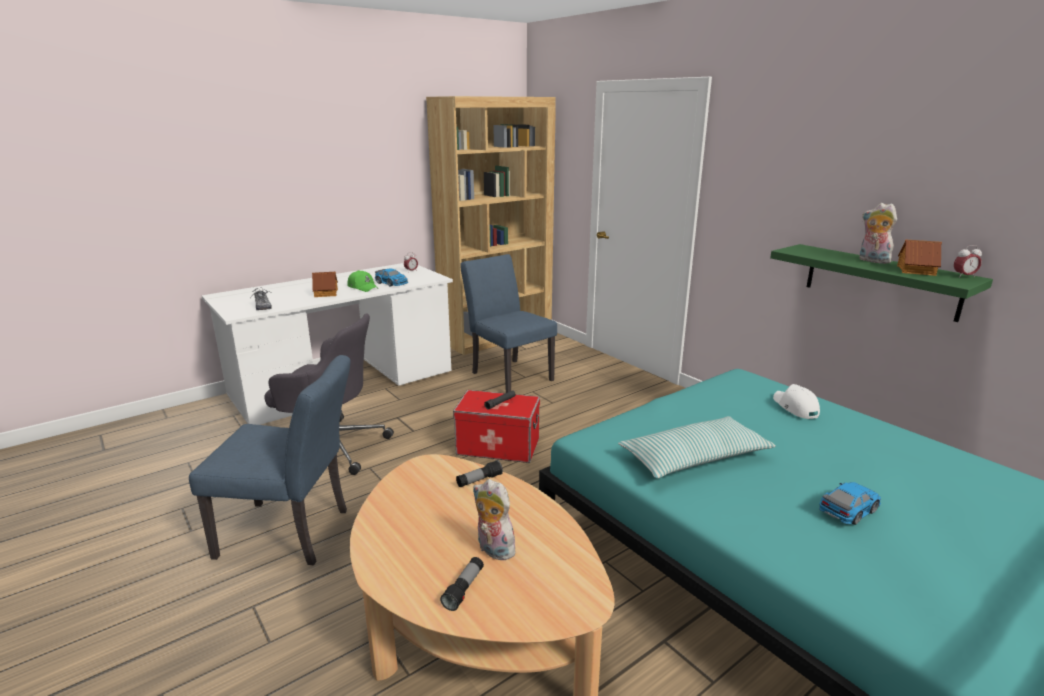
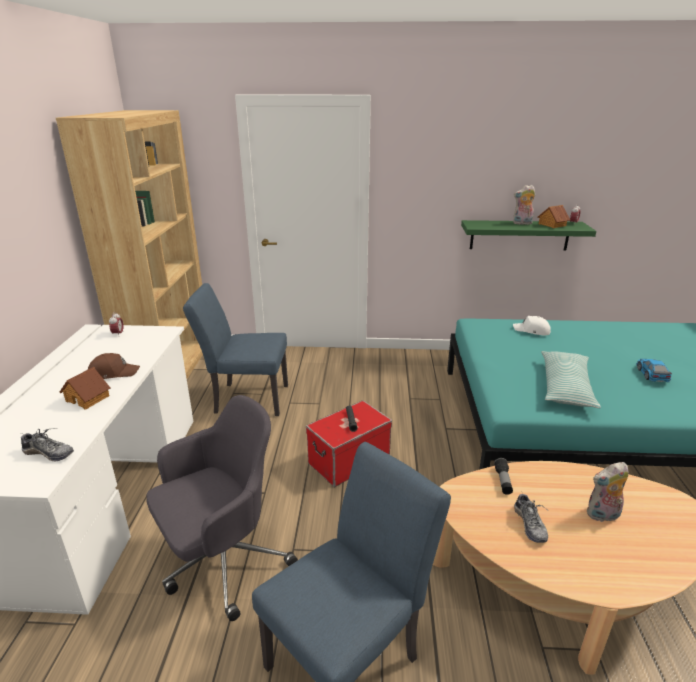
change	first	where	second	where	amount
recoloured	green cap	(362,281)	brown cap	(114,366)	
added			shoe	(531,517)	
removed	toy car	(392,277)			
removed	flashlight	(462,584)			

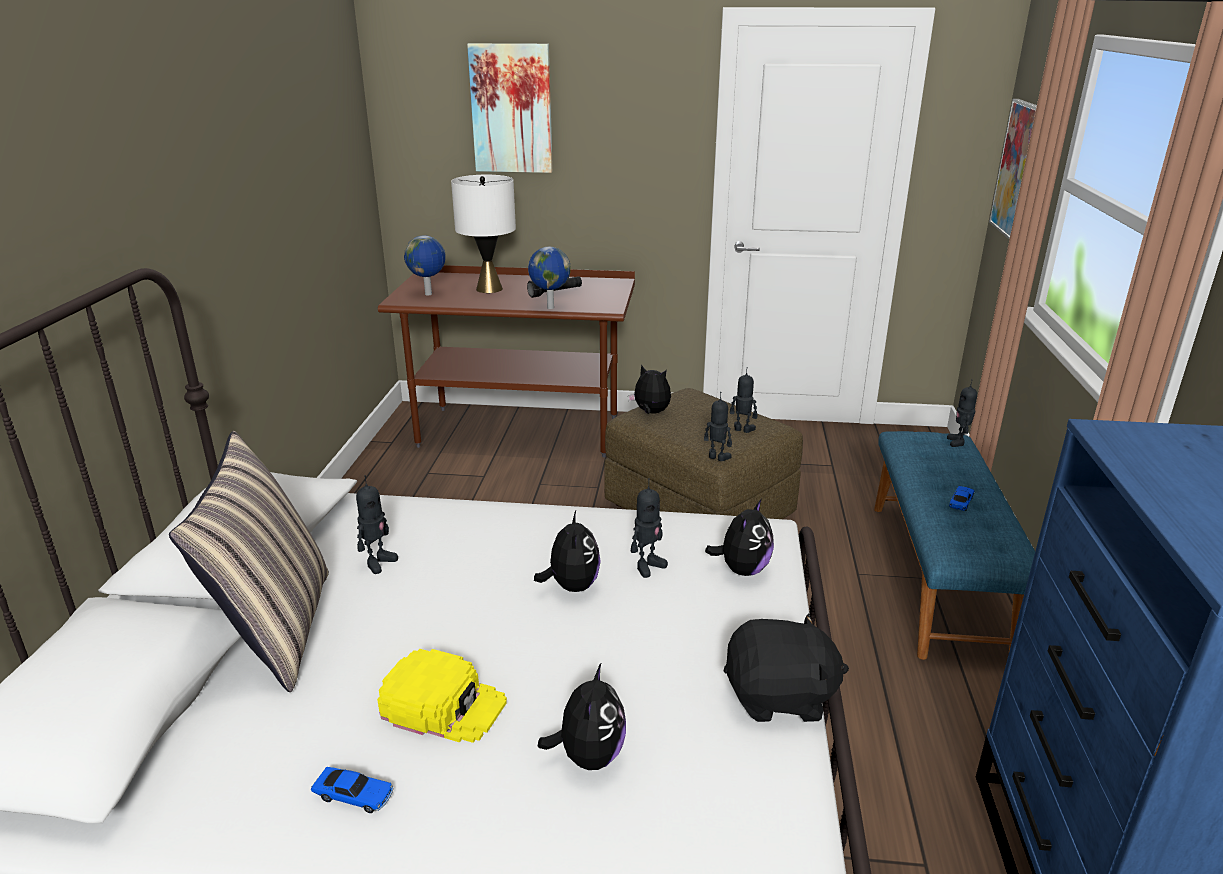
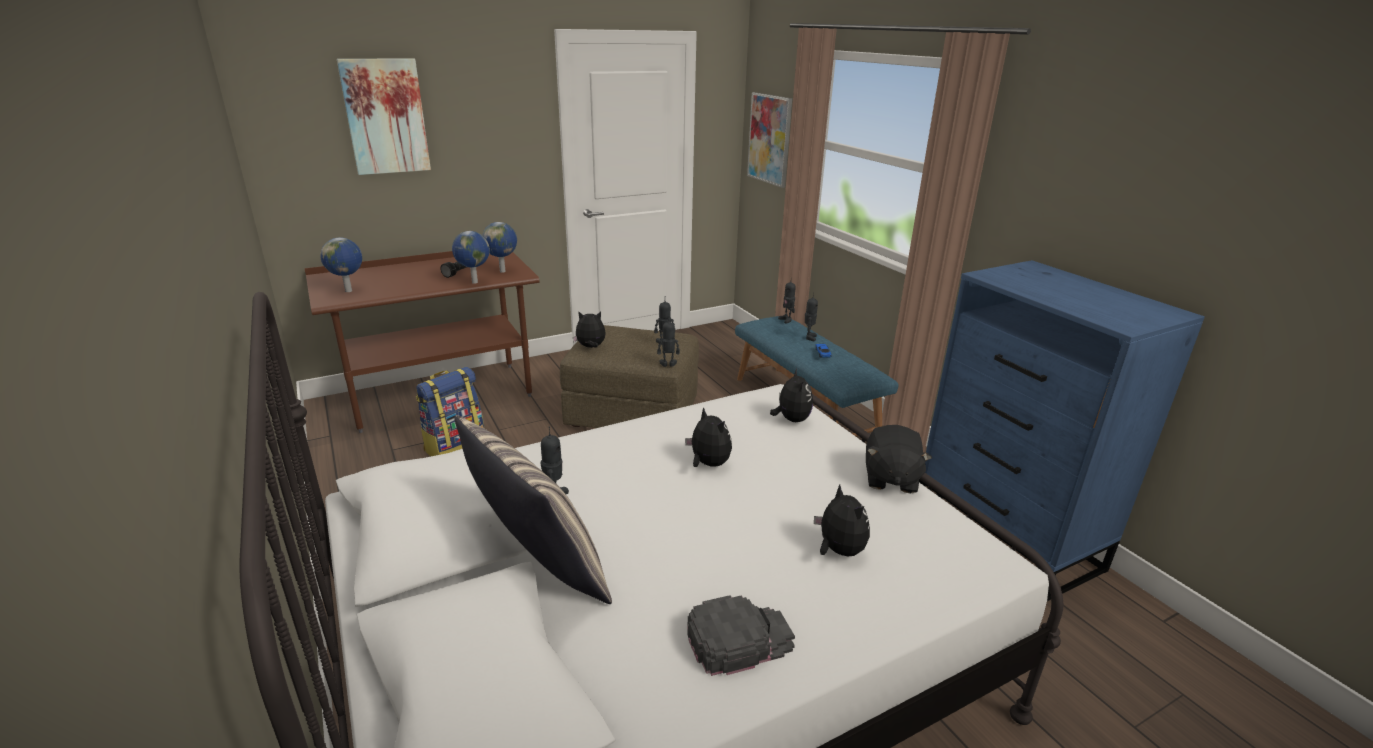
change	first	where	second	where	amount
added			backpack	(450,411)	
added			globe	(499,247)	
replaced	toy car	(352,790)	black cap	(741,635)	
moved	toy robot	(649,528)		(811,316)	
turned	black plush toy	(786,668)		(899,459)	135 degrees clockwise
removed	yellow cap	(442,696)			
removed	white table lamp	(483,234)			

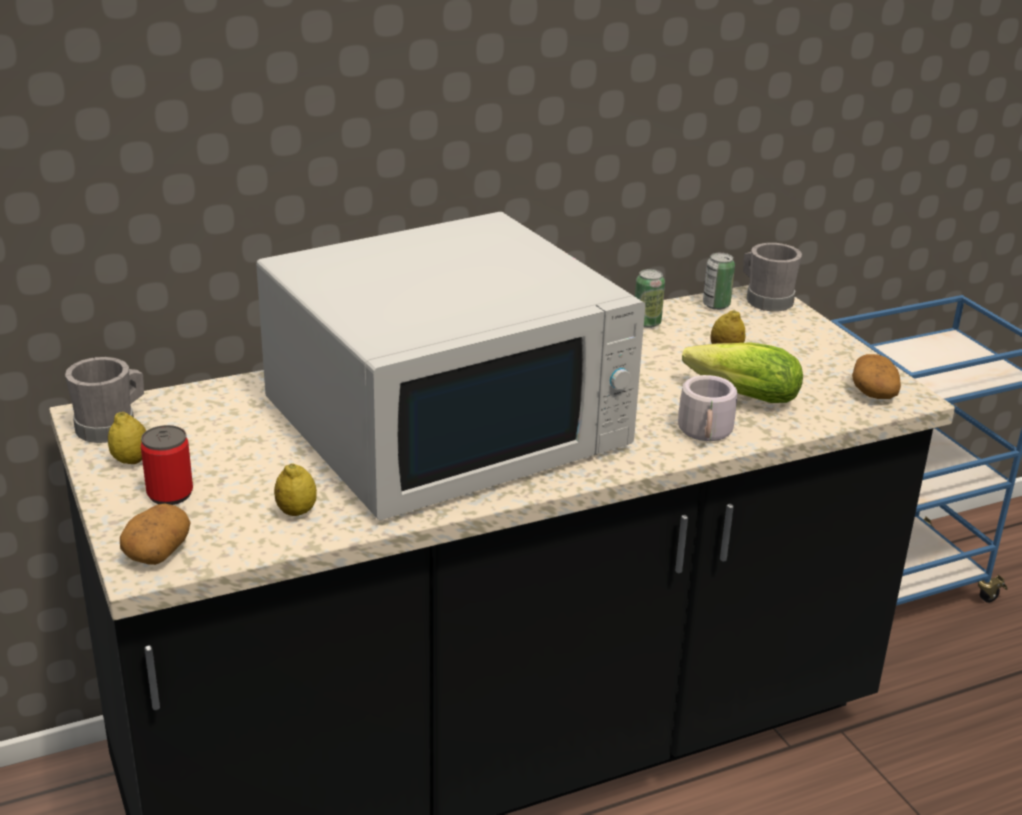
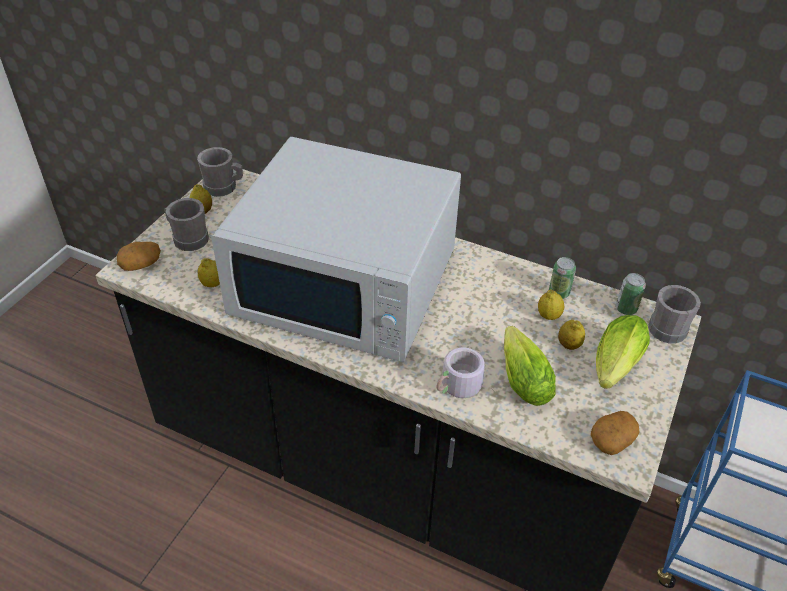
change	first	where	second	where	amount
replaced	can	(167,465)	grey mug	(186,224)	
added			lemon	(551,304)	
added			lettuce	(623,352)	

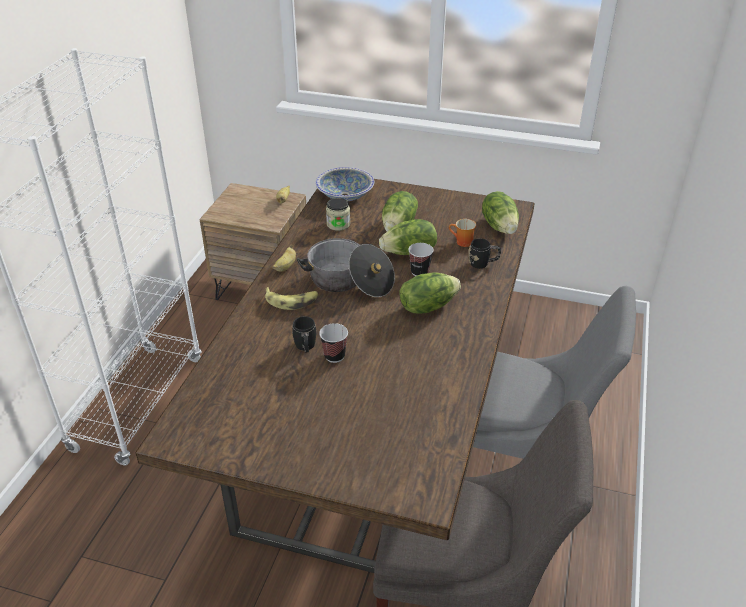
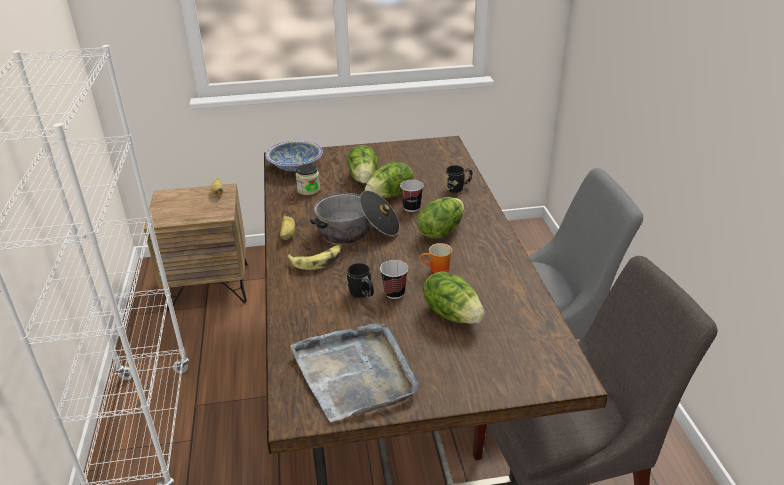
change	first	where	second	where	amount
added			grey tray	(354,373)	
moved	mug	(462,233)		(436,258)	
moved	lettuce	(500,212)		(454,297)	

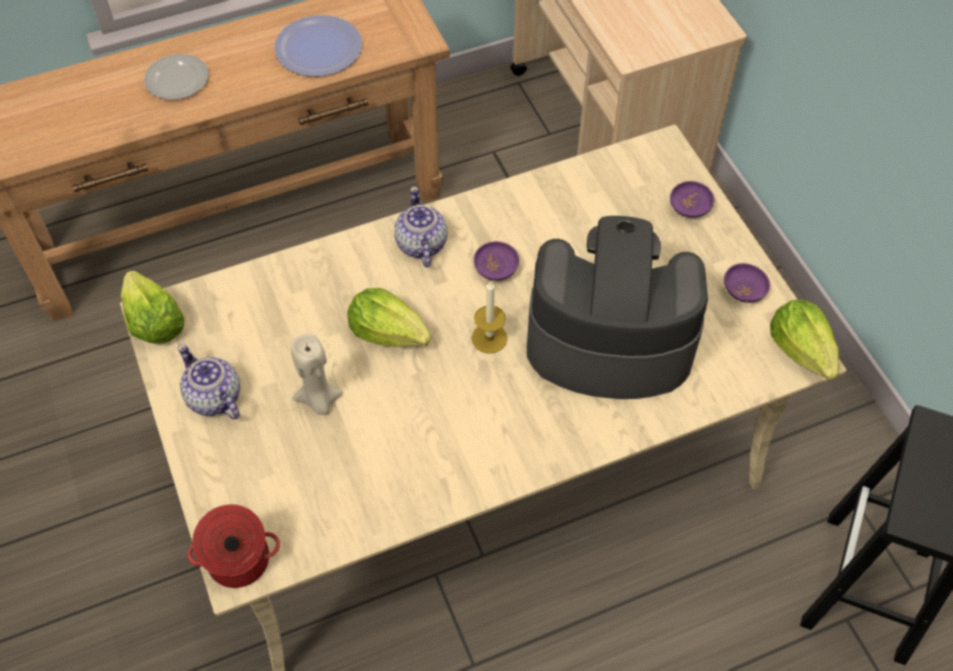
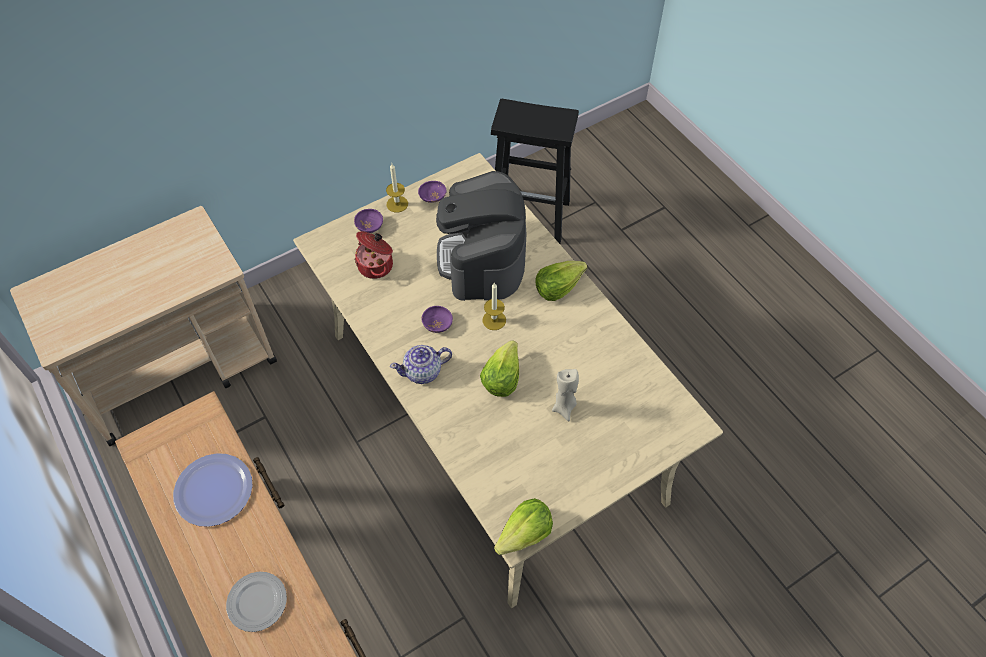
change	first	where	second	where	amount
moved	cooking pot	(234,546)		(373,255)	
added			candle	(397,188)	
moved	lettuce	(804,340)		(562,281)	
removed	teapot	(209,381)			

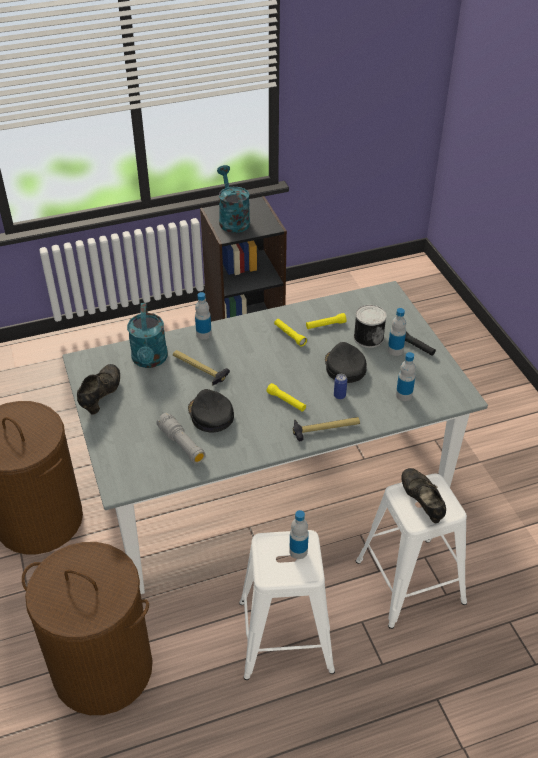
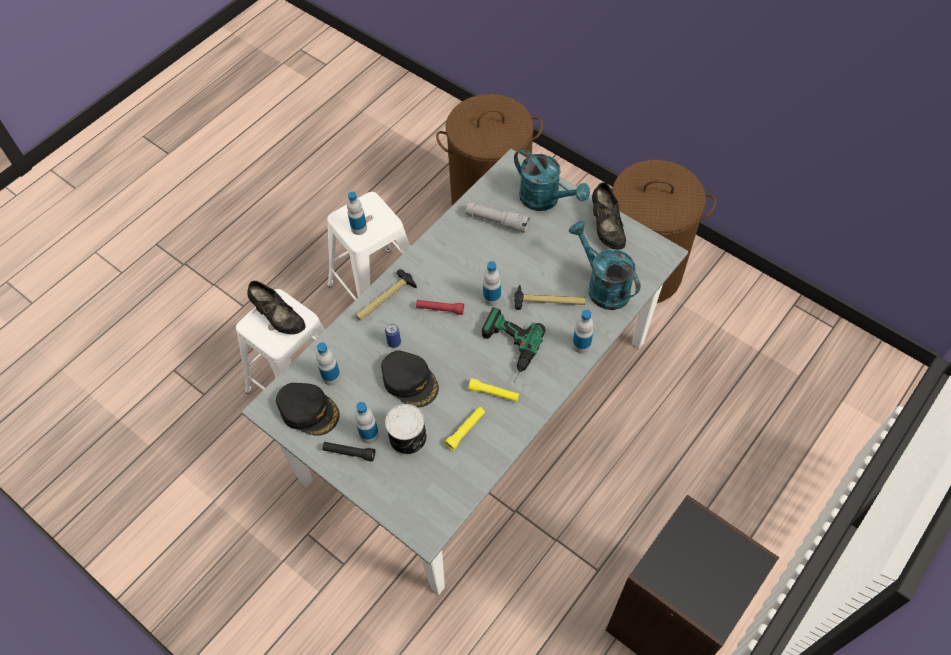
change	first	where	second	where	amount
moved	black cap	(211,410)		(308,409)	
recoloured	yellow flashlight	(286,397)	red flashlight	(440,307)	
added			power drill	(514,344)	
added			bottle	(492,283)	
moved	turquoise watering can	(233,199)		(552,179)	

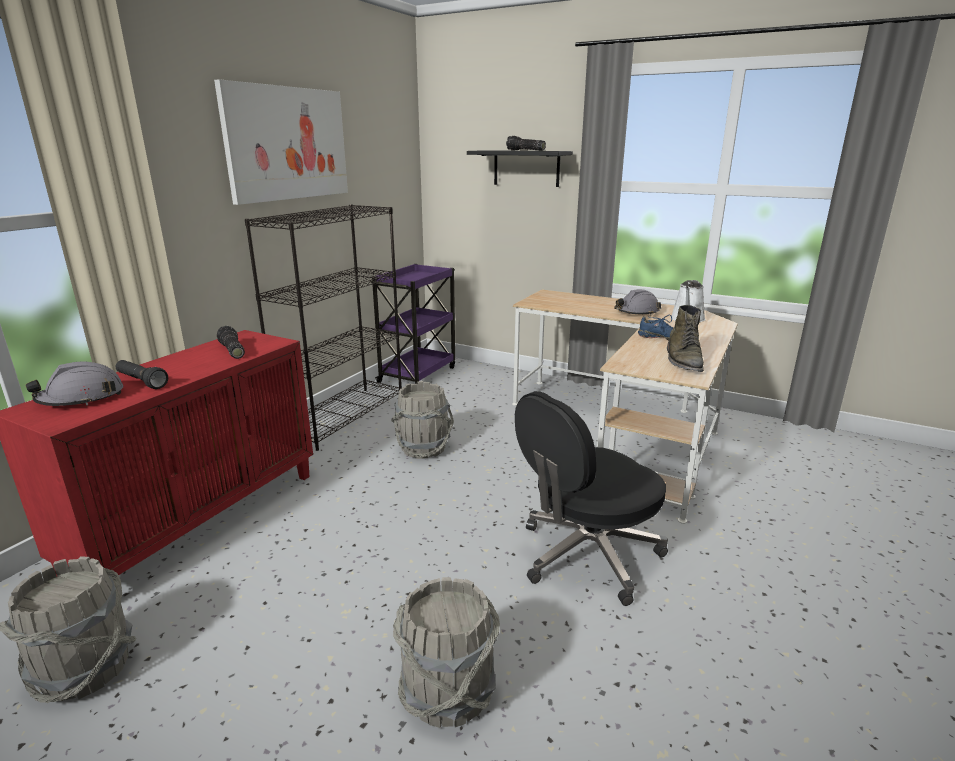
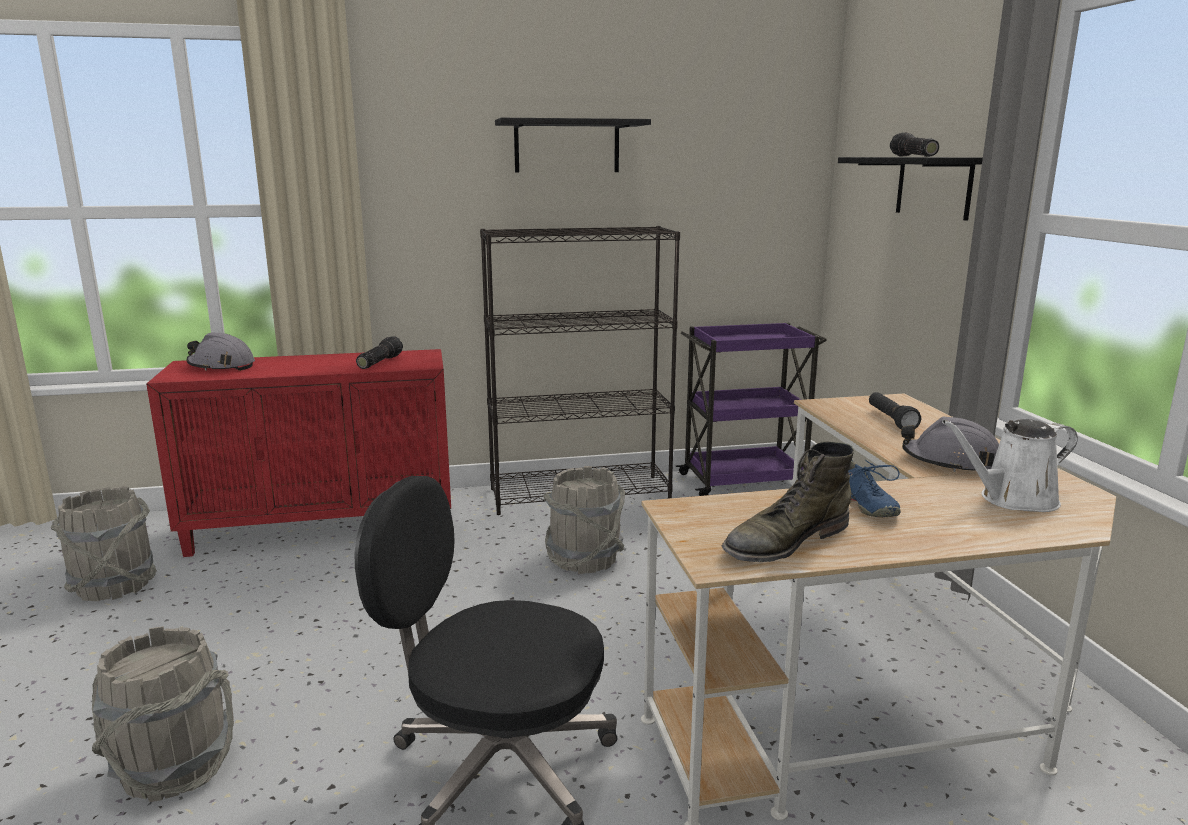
change	first	where	second	where	amount
replaced	picture	(281,142)	black shelf	(573,145)	
moved	black flashlight	(142,374)		(895,410)	

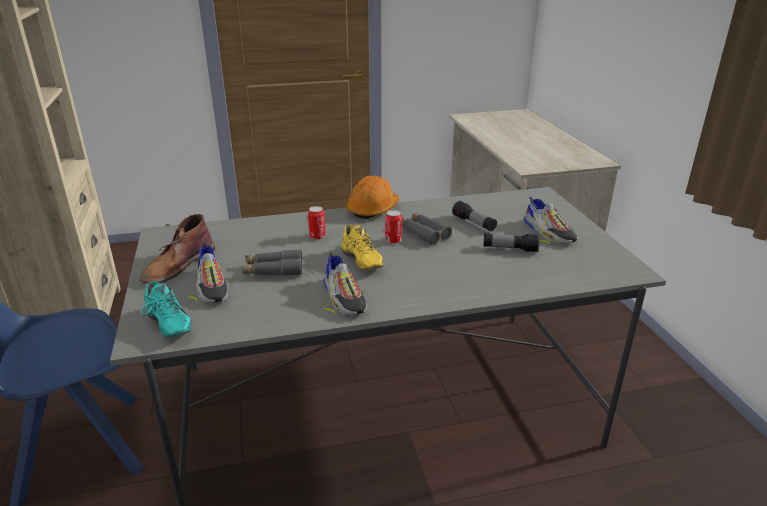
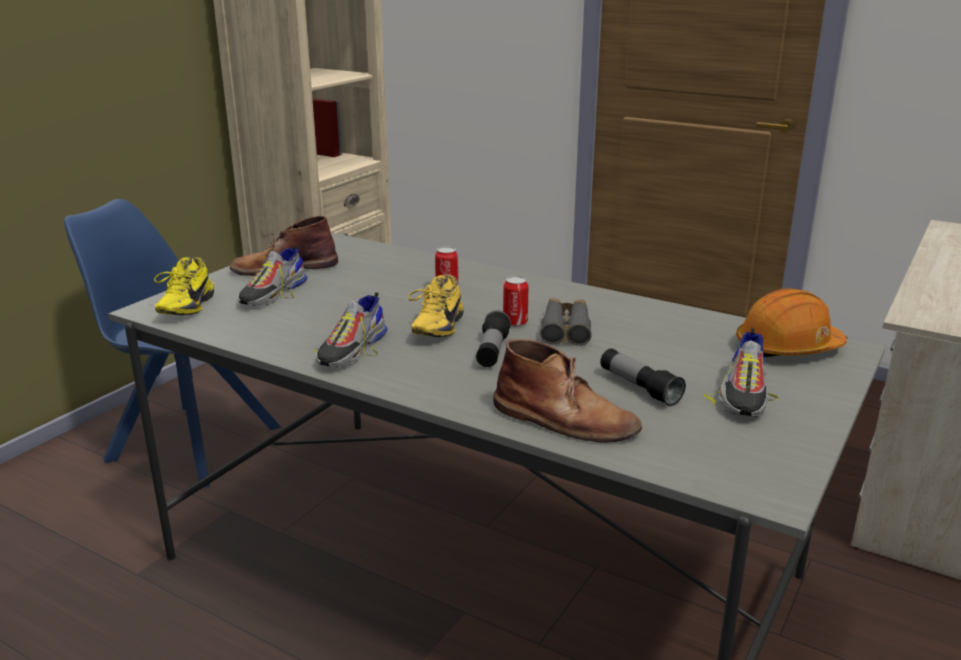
change	first	where	second	where	amount
recoloured	turquoise shoe	(166,309)	yellow shoe	(184,286)	
moved	flashlight	(474,216)		(493,338)	
added			brown boot	(567,391)	
moved	orange hard hat	(372,197)		(791,322)	
removed	grey binoculars	(272,262)			

